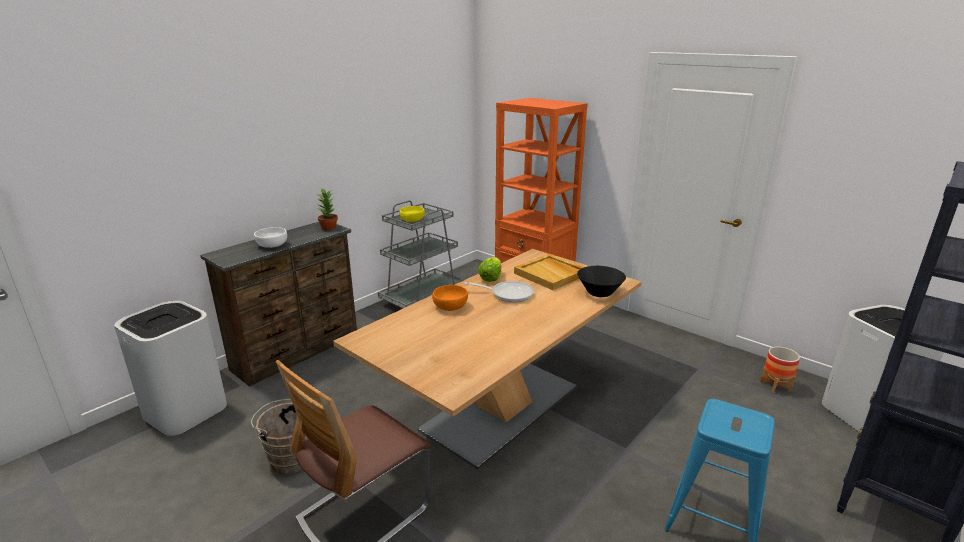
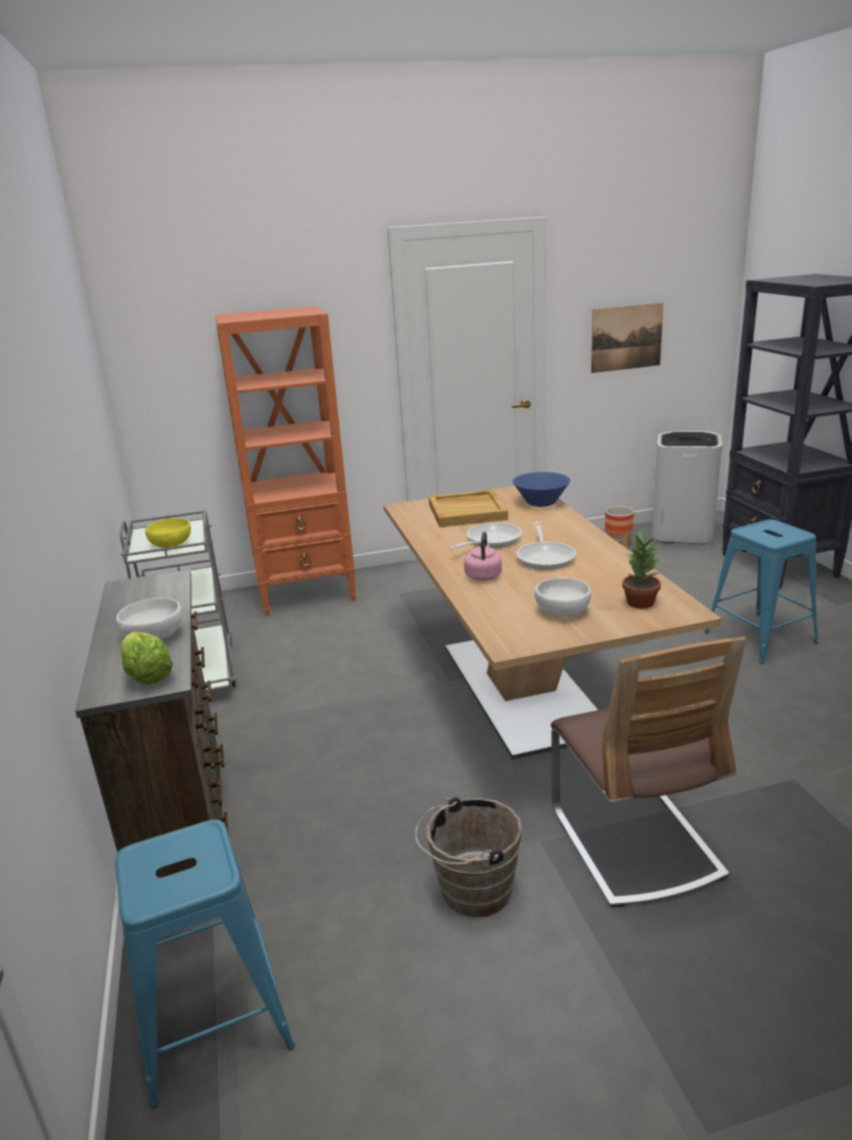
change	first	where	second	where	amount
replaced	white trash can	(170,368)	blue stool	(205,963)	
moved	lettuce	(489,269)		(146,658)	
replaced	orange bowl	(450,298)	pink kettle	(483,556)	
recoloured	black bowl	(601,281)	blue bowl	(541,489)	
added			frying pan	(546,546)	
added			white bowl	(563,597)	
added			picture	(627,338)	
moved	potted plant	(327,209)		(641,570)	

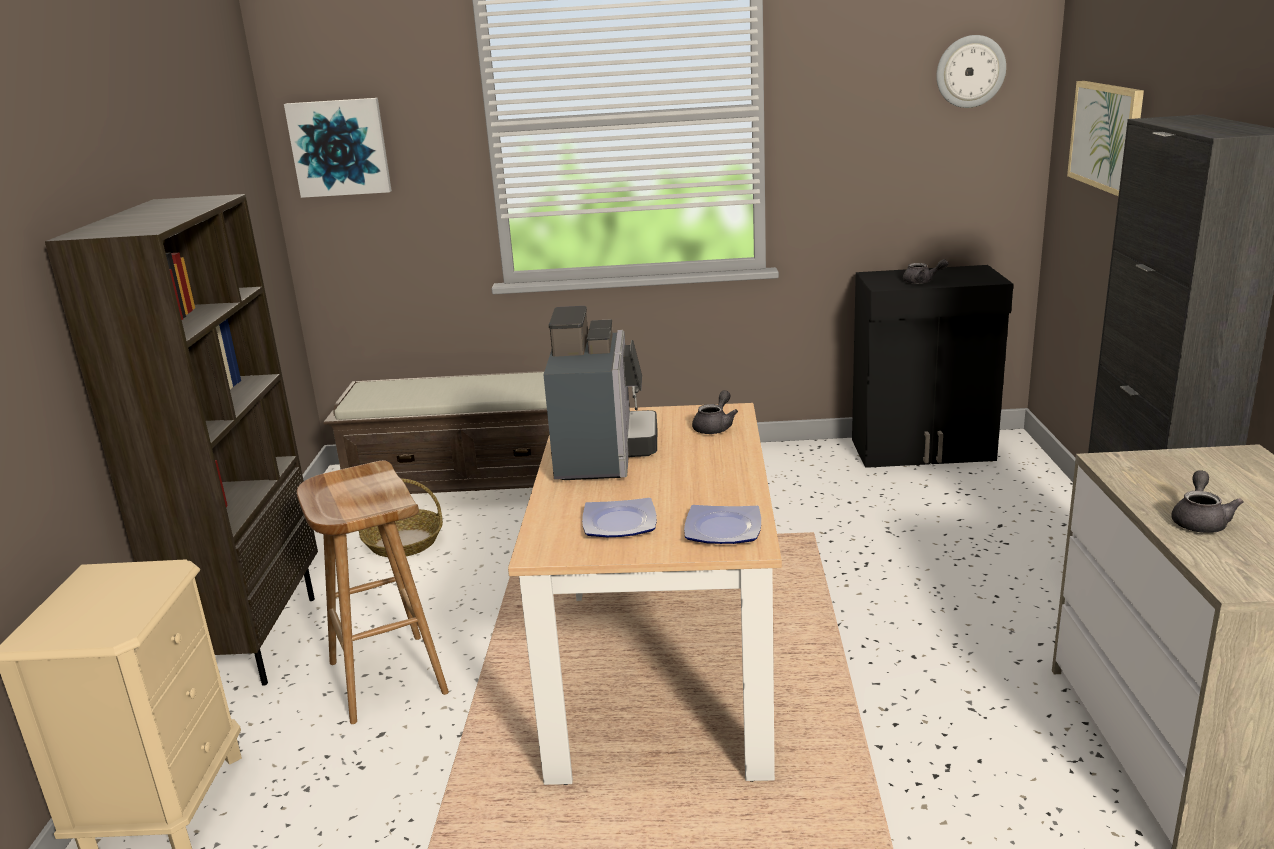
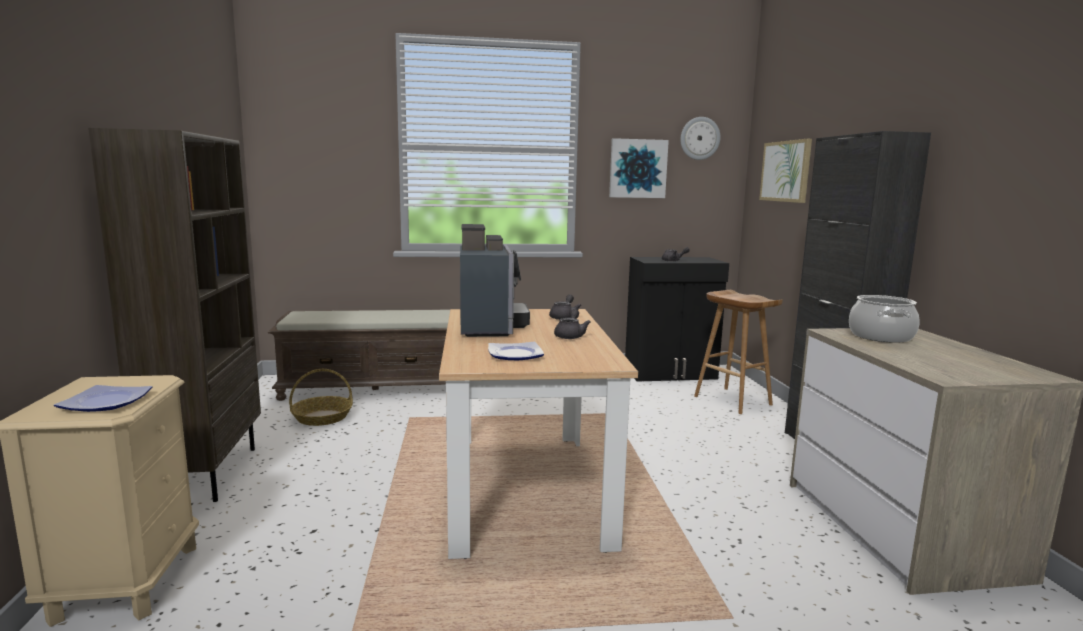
change	first	where	second	where	amount
moved	plate	(722,524)		(103,398)	
moved	grey teapot	(1207,501)		(572,324)	
moved	picture	(338,148)		(639,168)	
moved	brown stool	(373,592)		(738,352)	
added			cooking pot	(884,319)	

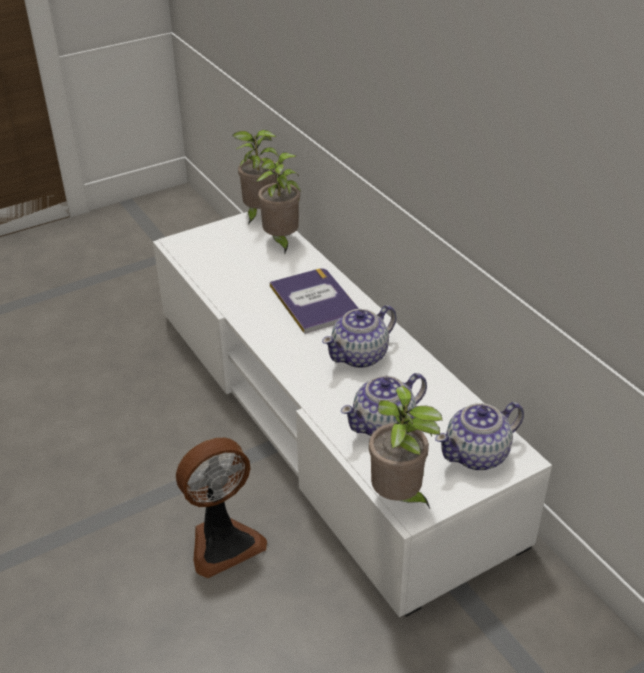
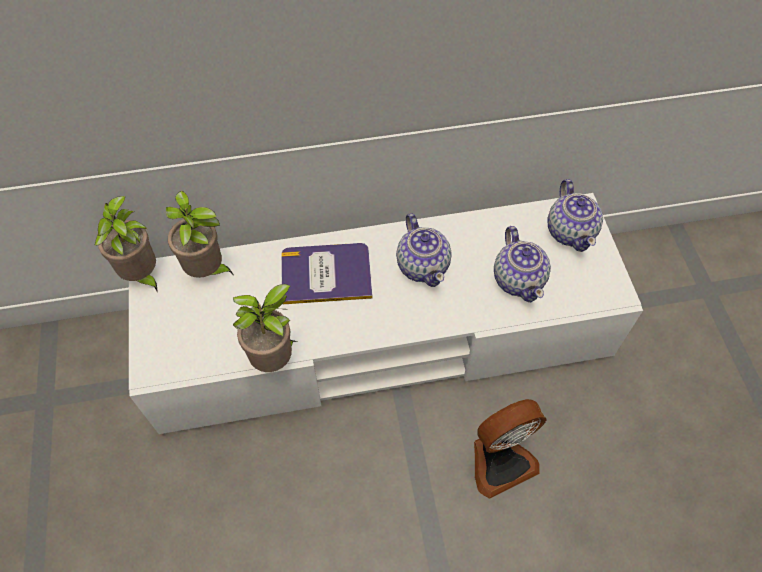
change	first	where	second	where	amount
moved	potted plant	(406,447)		(265,328)	
turned	fan	(221,508)		(510,449)	75 degrees clockwise

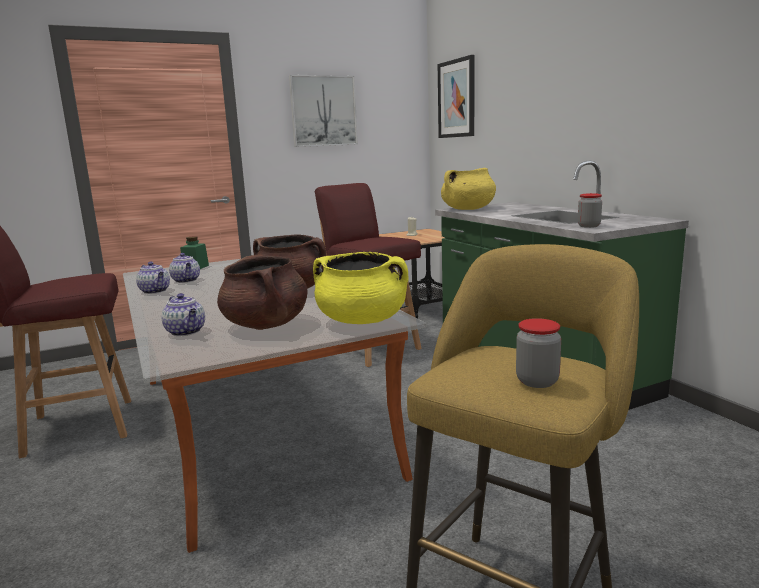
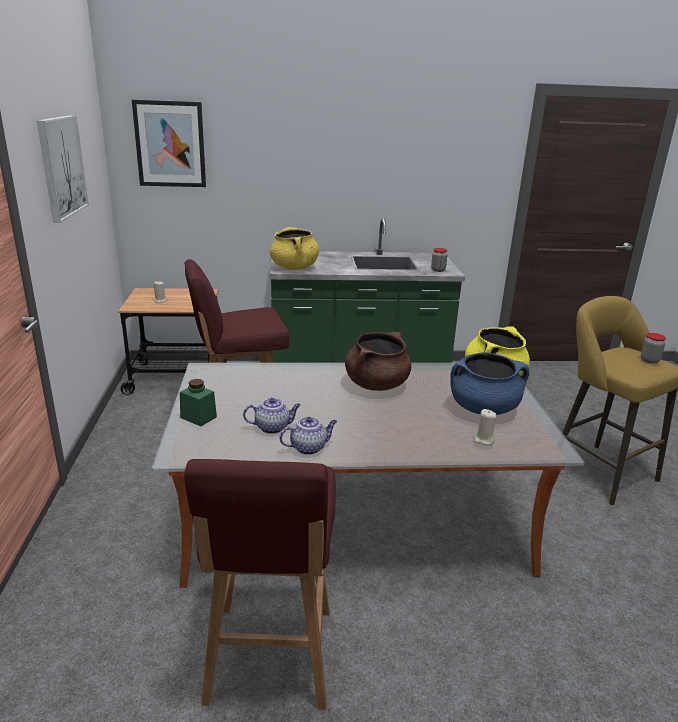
change	first	where	second	where	amount
recoloured	brown cooking pot	(262,292)	blue cooking pot	(489,383)	
replaced	teapot	(183,314)	beige candle	(485,427)	

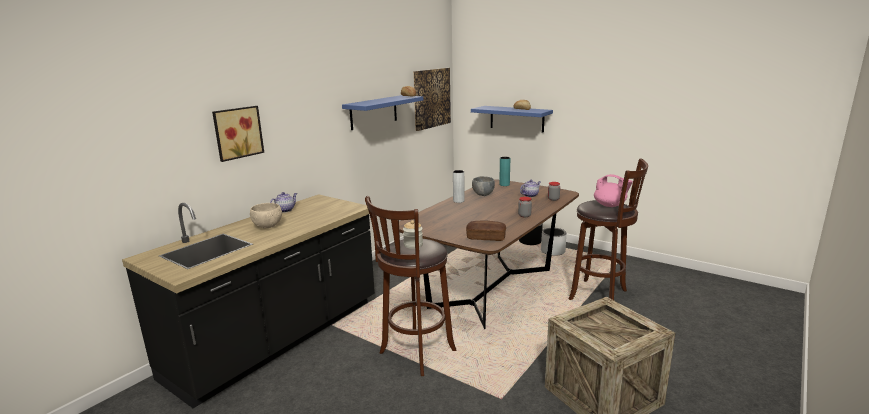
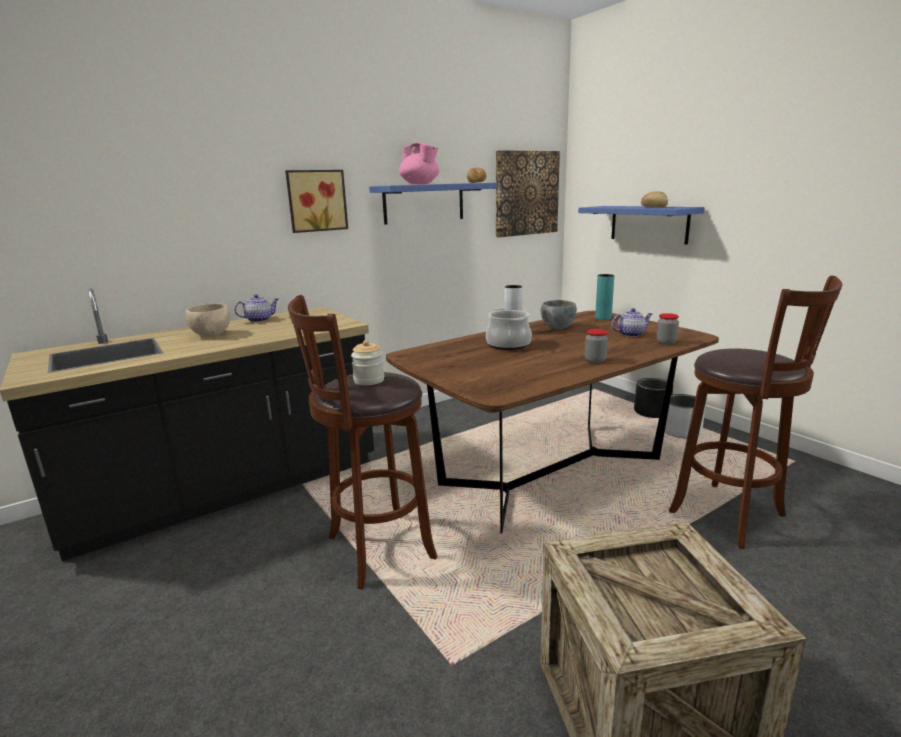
change	first	where	second	where	amount
moved	picture	(238,134)		(316,201)	
moved	pink teapot	(613,190)		(419,163)	
added			cooking pot	(509,329)	
removed	bread	(486,230)			

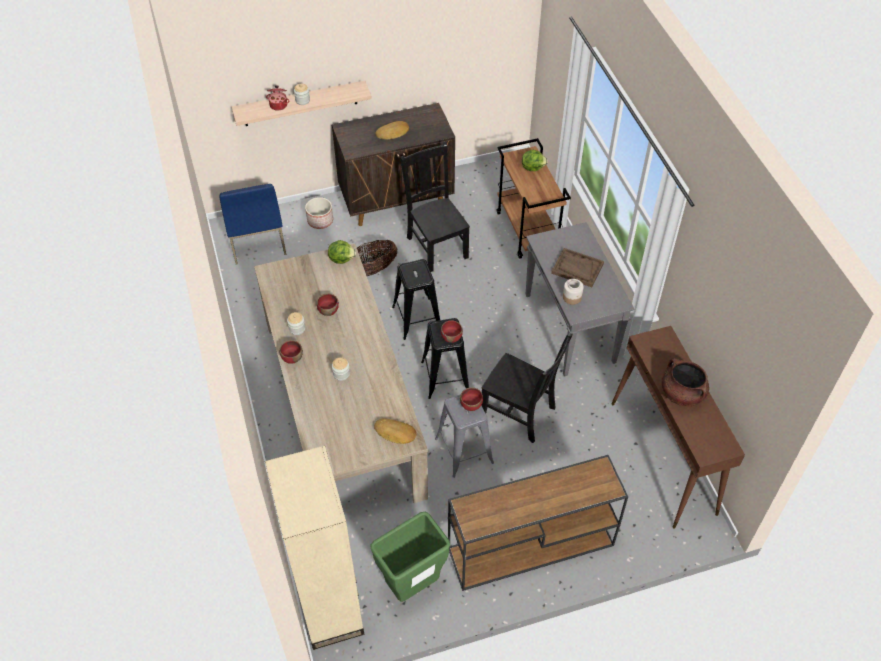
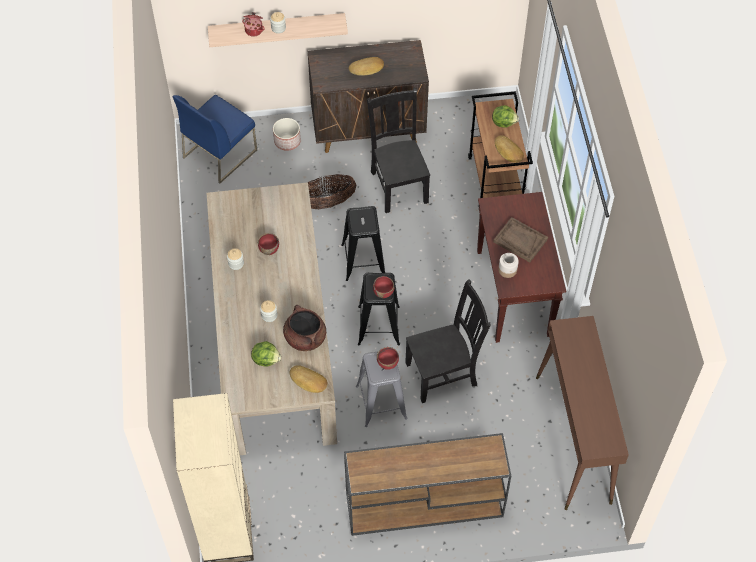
change	first	where	second	where	amount
turned	blue chair	(253,224)		(214,139)	45 degrees clockwise
moved	lettuce	(342,252)		(266,354)	
moved	brown cooking pot	(685,382)		(304,328)	
turned	black chair	(527,388)		(448,341)	60 degrees counterclockwise
recoloured	grey console table	(580,299)	brown console table	(521,267)	
added			bread	(509,149)	
removed	red bowl	(291,352)			
removed	green trash can	(410,557)			

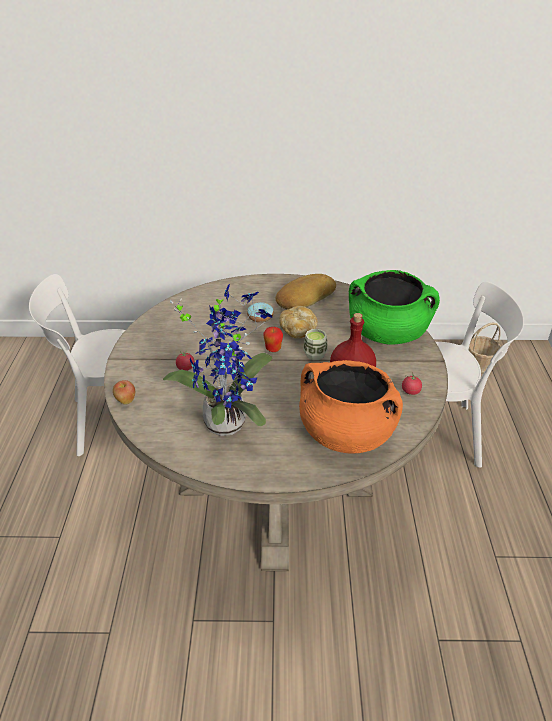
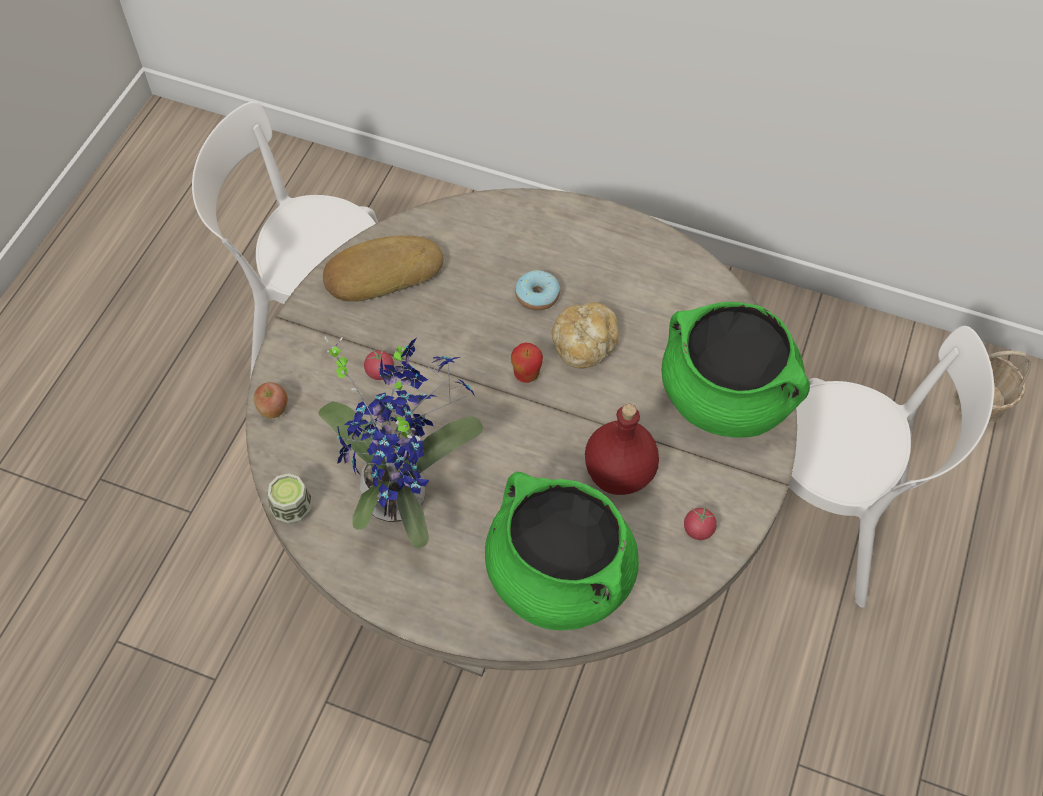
change	first	where	second	where	amount
moved	cup	(315,344)		(290,498)	
moved	bread	(306,291)		(383,269)	
recoloured	orange cooking pot	(351,407)	green cooking pot	(562,551)	

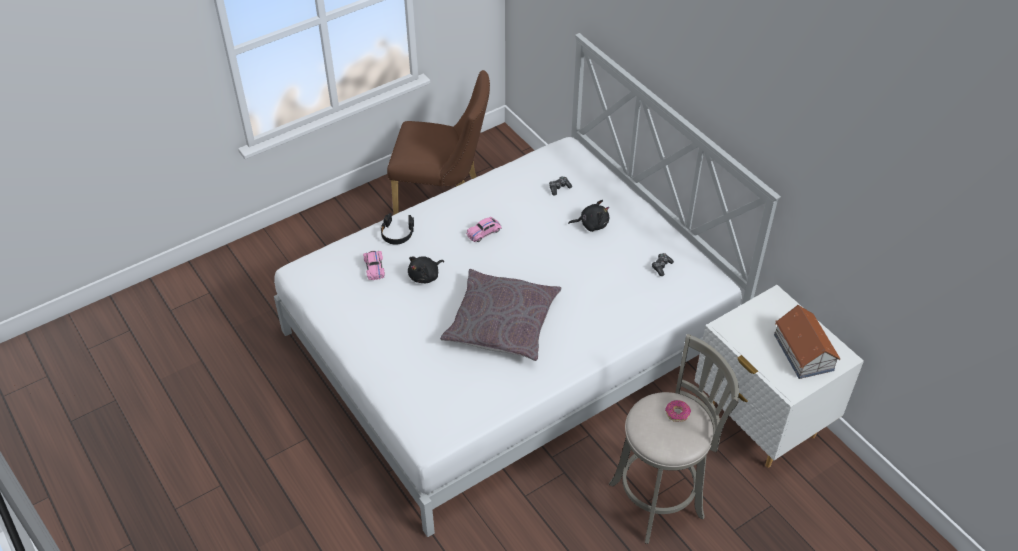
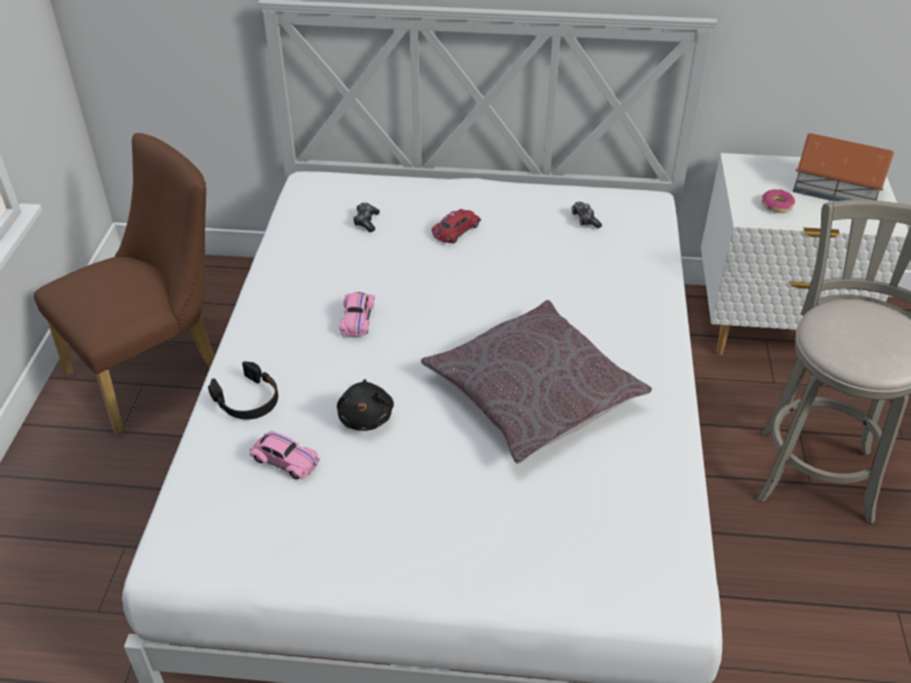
change	first	where	second	where	amount
replaced	black plush toy	(588,216)	red toy car	(456,226)	
moved	donut	(678,411)		(778,201)	

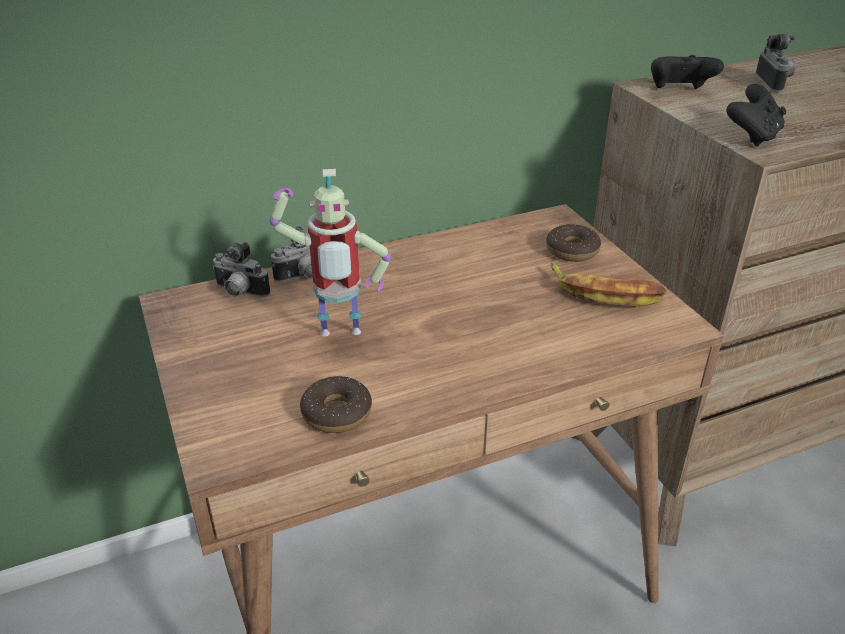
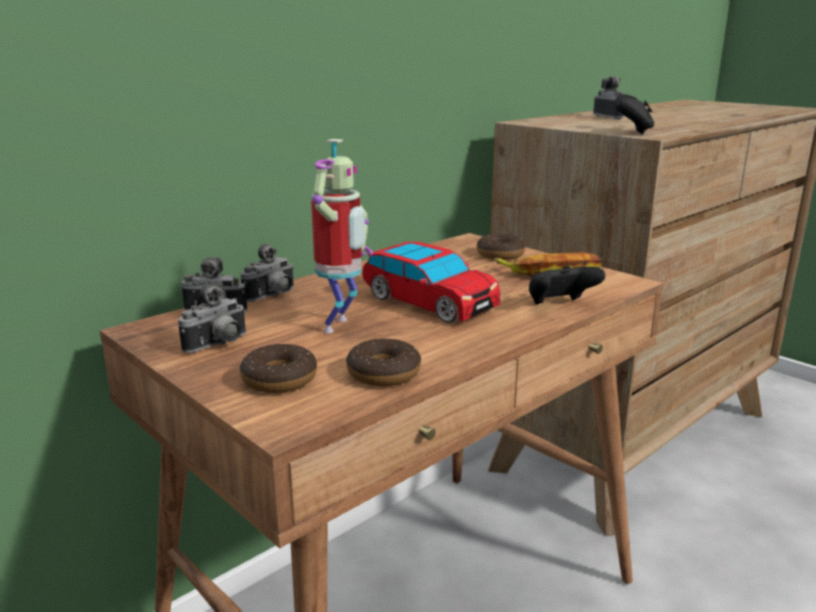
change	first	where	second	where	amount
added			photo camera	(212,318)	
added			donut	(278,368)	
turned	toy robot	(330,253)		(342,236)	45 degrees counterclockwise
added			toy car	(431,282)	
moved	black game controller	(687,72)		(567,285)	

